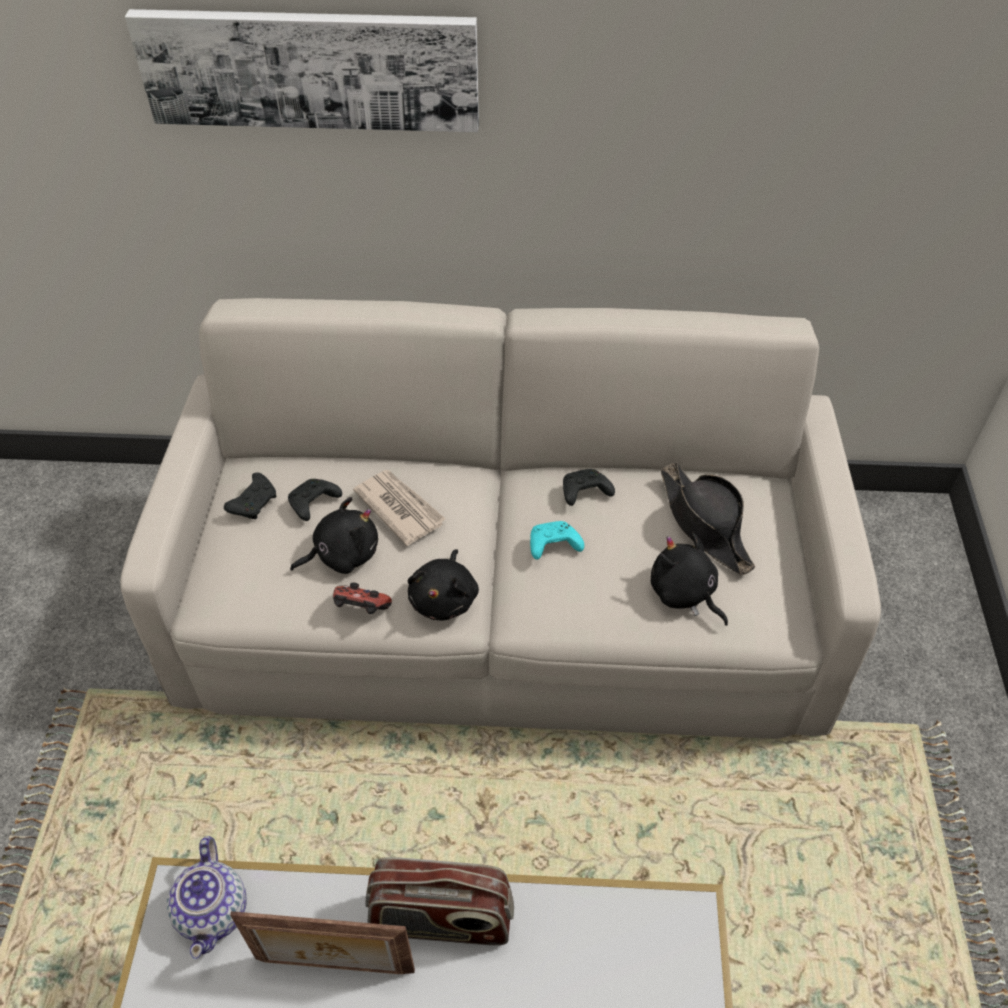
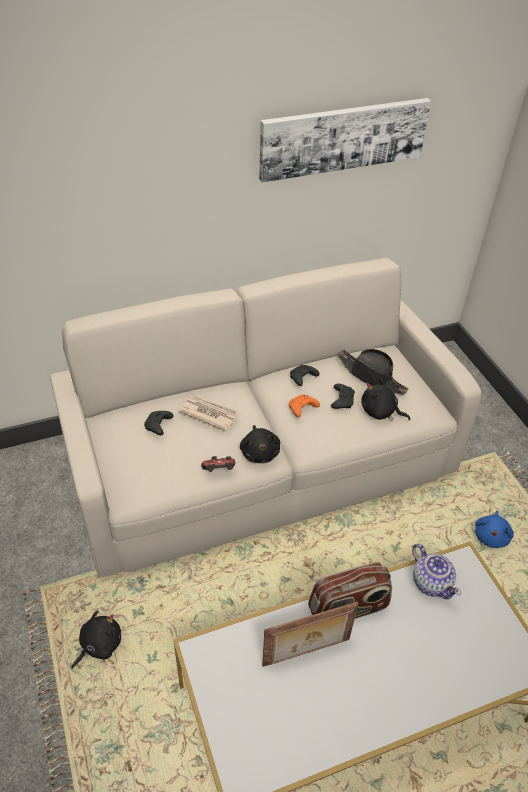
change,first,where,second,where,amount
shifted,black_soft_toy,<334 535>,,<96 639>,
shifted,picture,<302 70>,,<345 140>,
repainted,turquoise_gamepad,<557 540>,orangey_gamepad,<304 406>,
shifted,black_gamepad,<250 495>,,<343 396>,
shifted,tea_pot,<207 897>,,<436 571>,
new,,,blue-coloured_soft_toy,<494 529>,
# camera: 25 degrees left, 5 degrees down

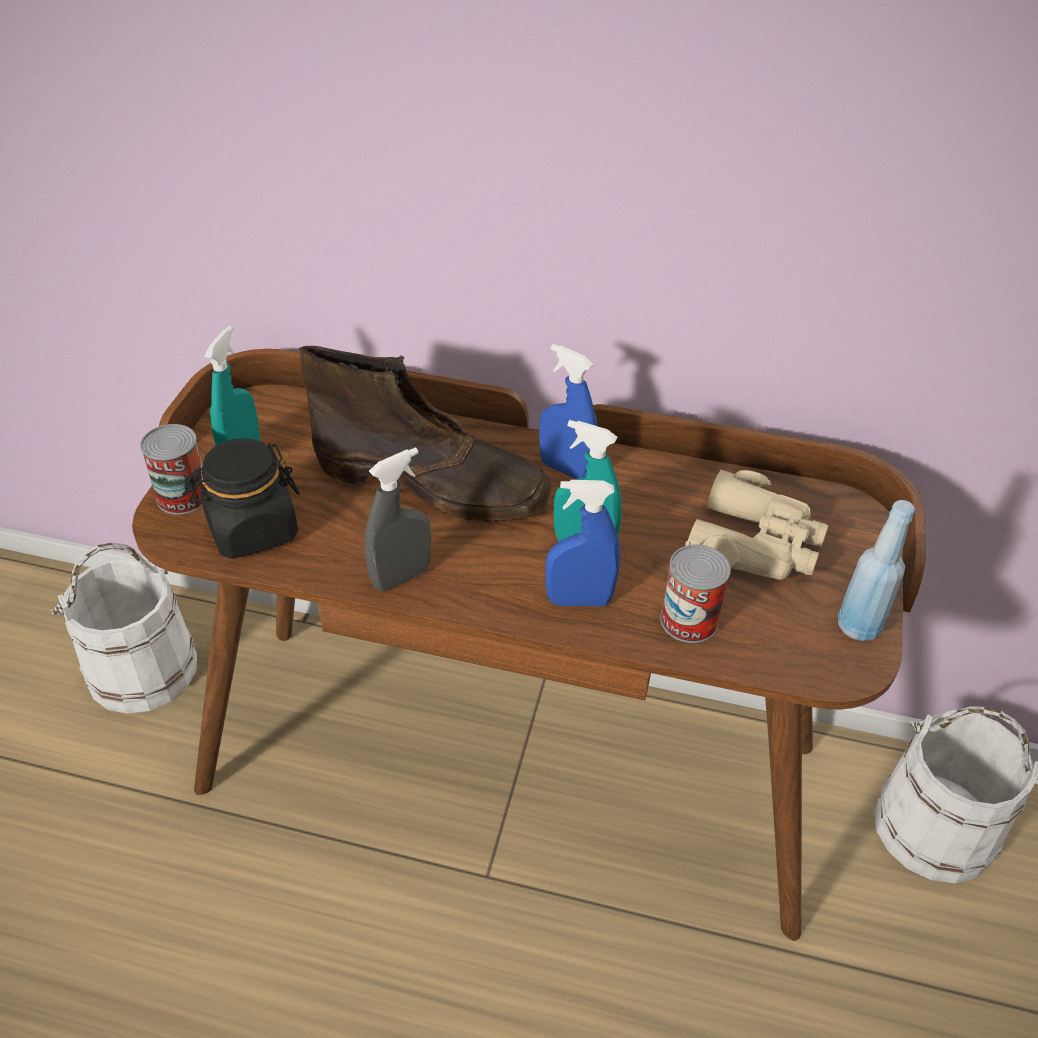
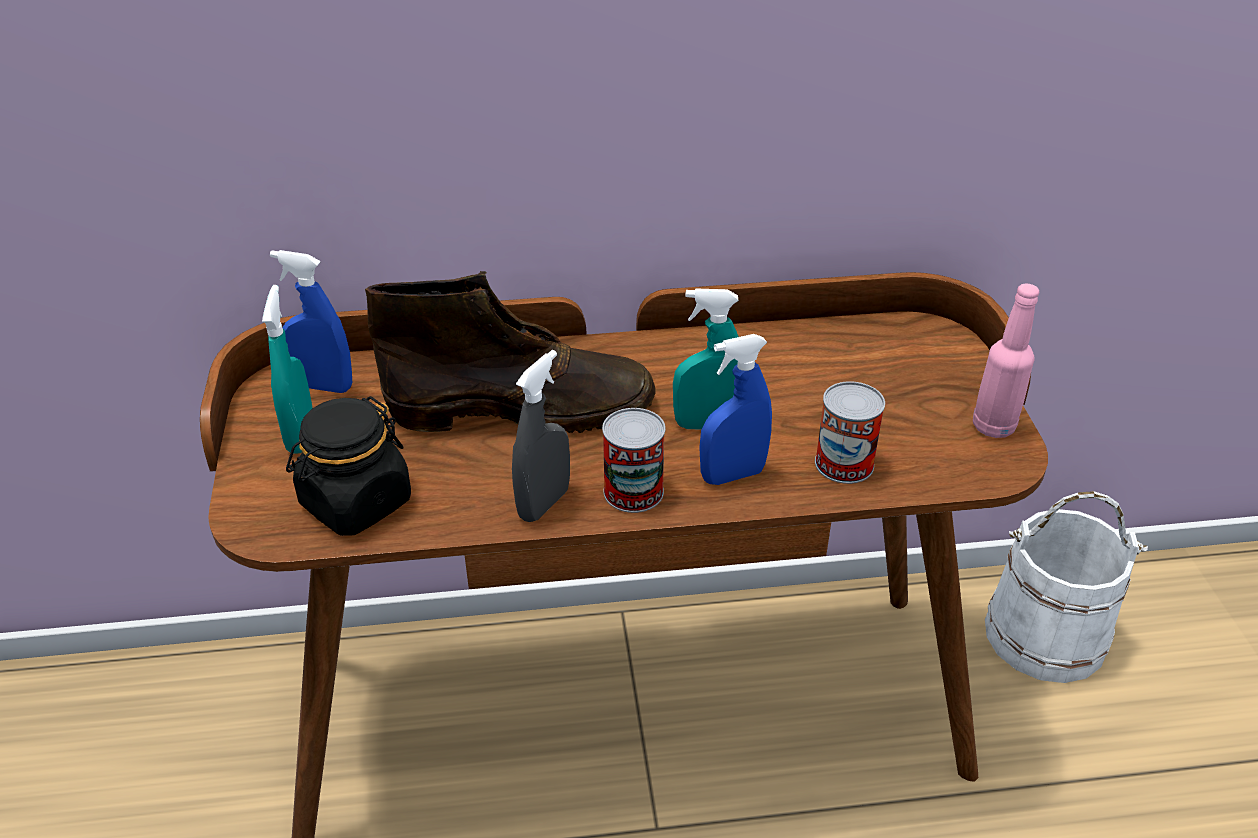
change,first,where,second,where,amount
shifted,blue-coloured_spray_bottle,<568 411>,,<311 321>,
shifted,can,<172 469>,,<633 460>,
repainted,blue-coloured_drink_bottle,<876 570>,pink-coloured_drink_bottle,<1006 360>,
gone,white-coloured_pail,<124 628>,,,
gone,beige_pair_of_binoculars,<756 524>,,,
# camera: 20 degrees left, 5 degrees down

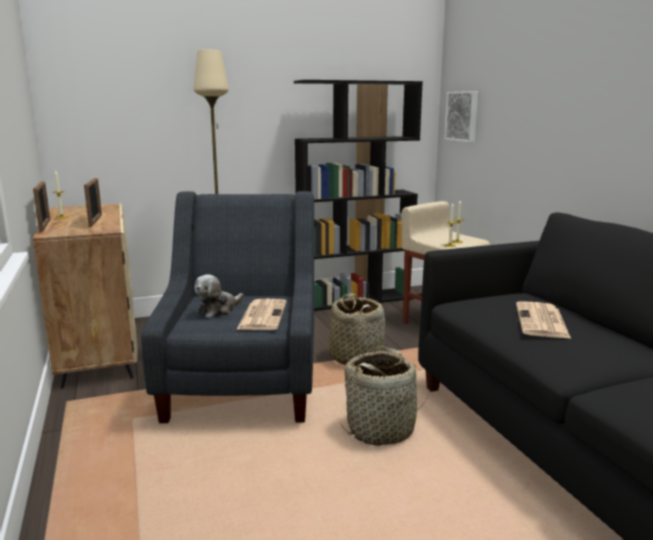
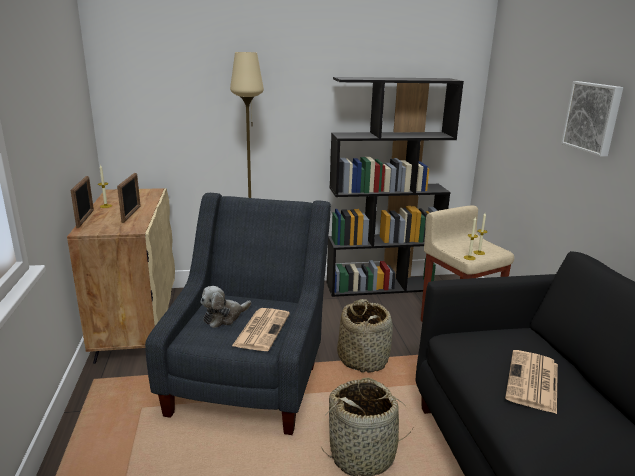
change,first,where,second,where,amount
shifted,picture,<461 116>,,<592 119>,
# camera: 10 degrees right, 5 degrees up

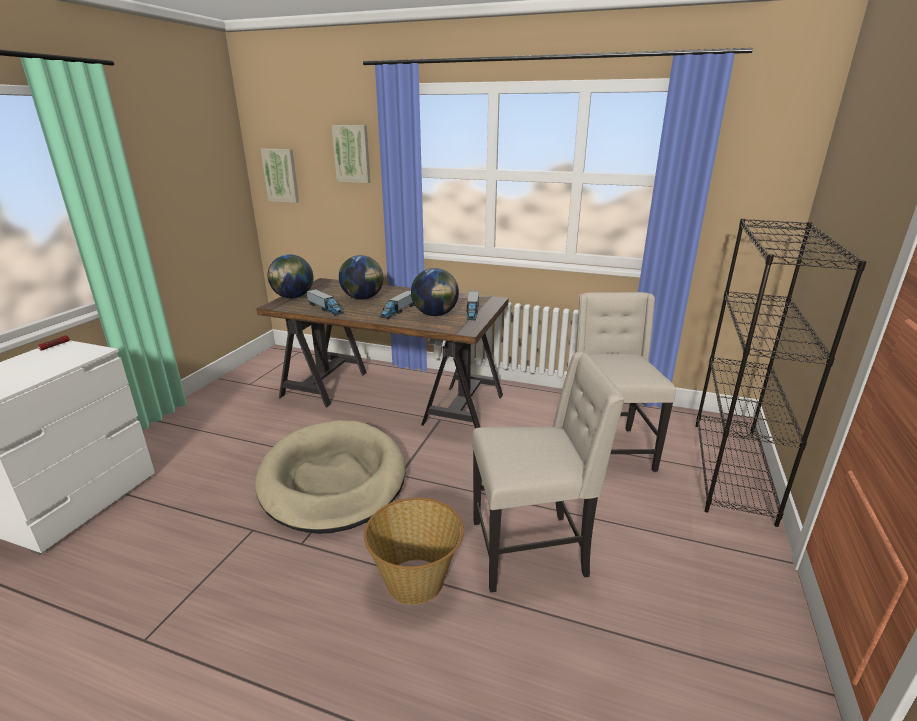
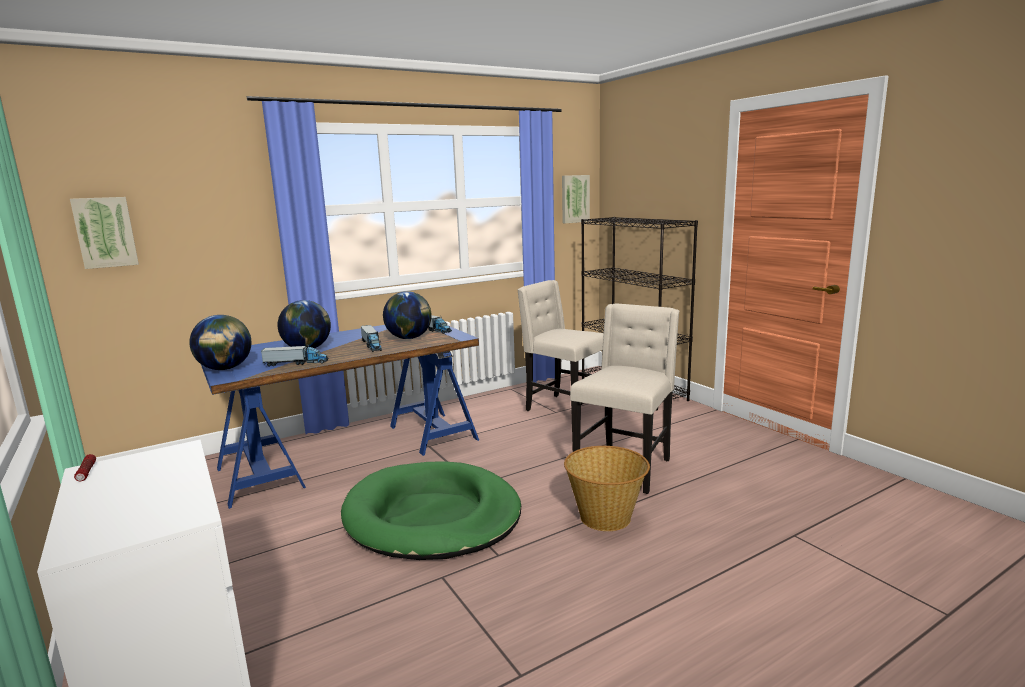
change,first,where,second,where,amount
repainted,brown-coloured_desk_table,<382 353>,blue-coloured_desk_table,<340 417>,
repainted,beige_dog_bed,<330 477>,greenish_dog_bed,<431 510>,
shifted,picture,<350 154>,,<576 199>,
# camera: 50 degrees left, 10 degrees down

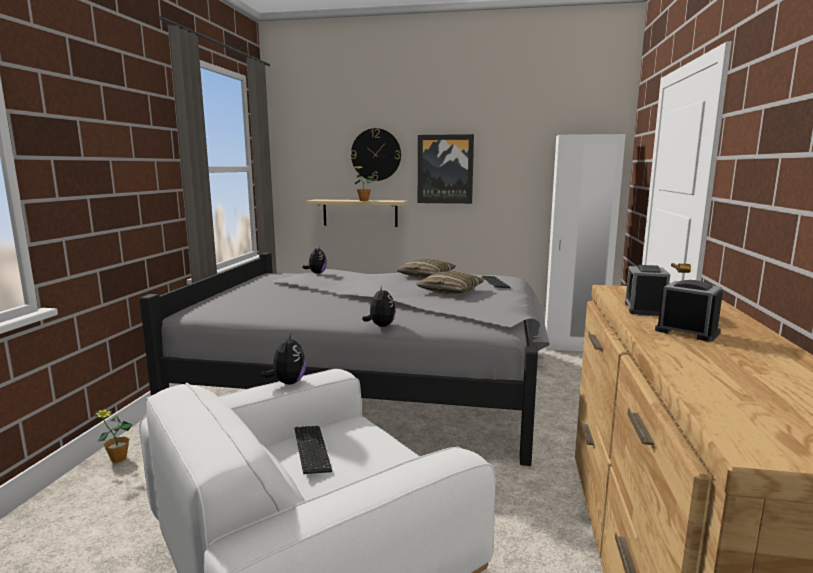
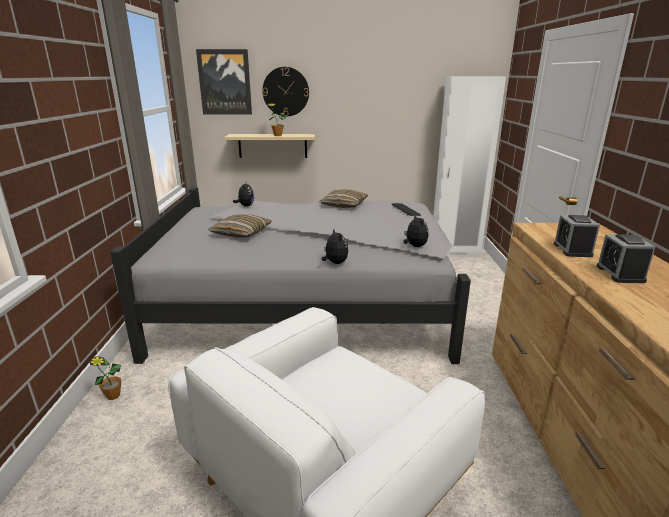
change,first,where,second,where,amount
shifted,picture,<446 169>,,<224 81>,
shifted,cushion,<450 282>,,<240 226>,
shifted,soft_toy,<283 359>,,<416 230>,
rotated,alarm_clock,<689 311>,,<625 258>,120 degrees counterclockwise
gone,PC_keyboard,<313 450>,,,
# camera: 10 degrees left, 10 degrees up

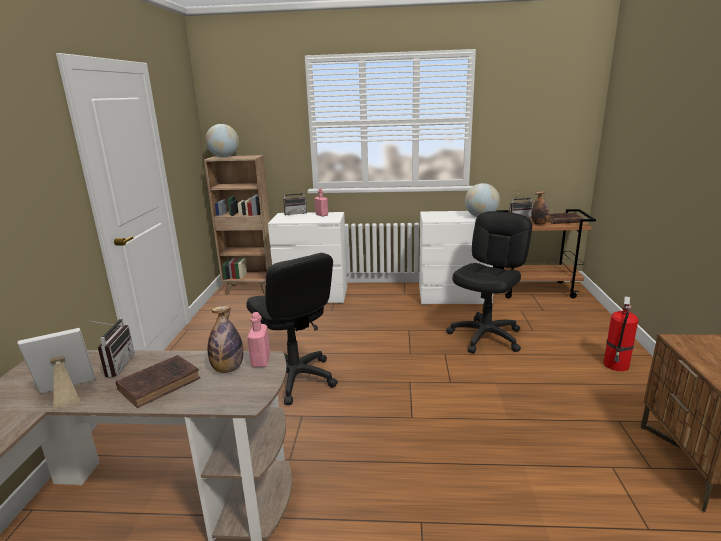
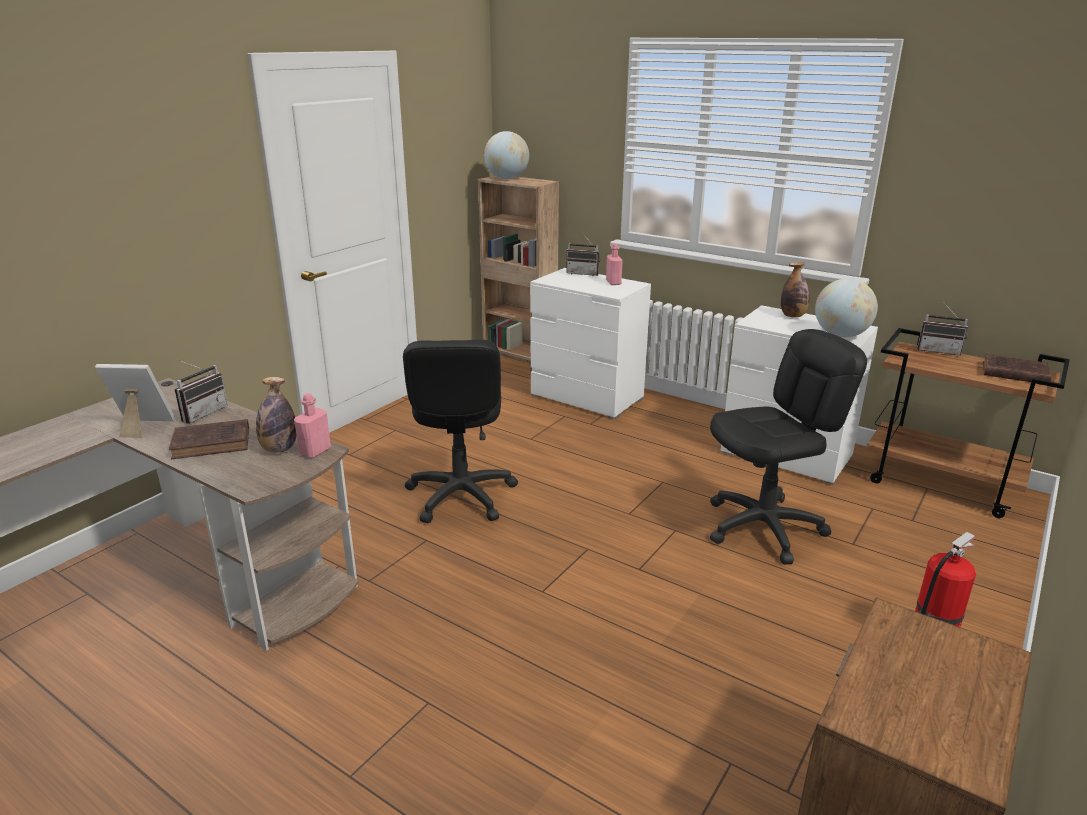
change,first,where,second,where,amount
shifted,drink_bottle,<540 208>,,<795 289>,
# camera: 30 degrees right, 5 degrees up

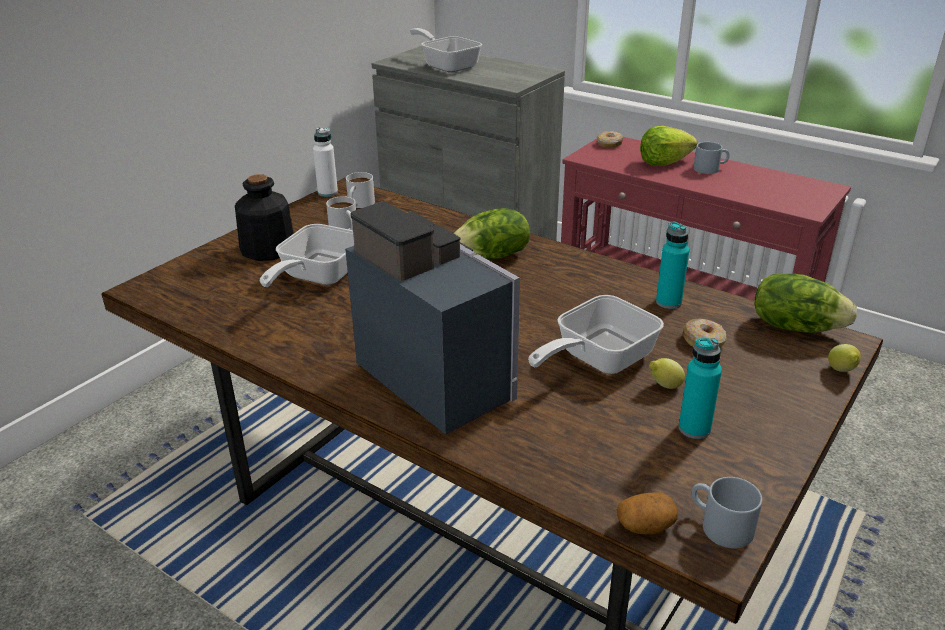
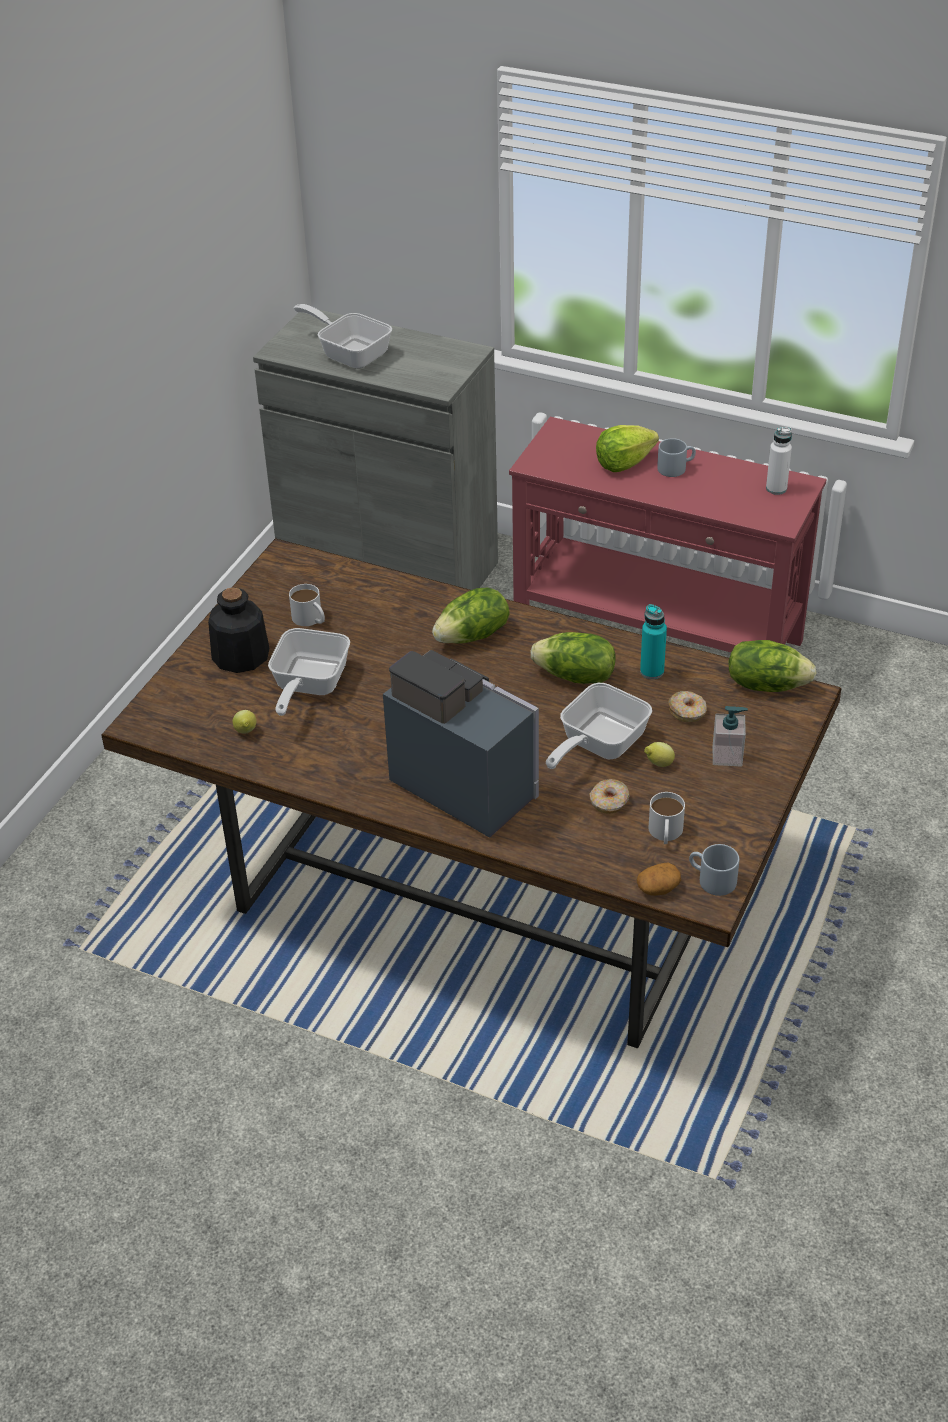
change,first,where,second,where,amount
shifted,lemon,<844 358>,,<245 722>,
new,,,lettuce_head,<573 658>,
shifted,ring_doughnut,<610 139>,,<610 796>,
shifted,white-coloured_coffee_mug,<360 190>,,<666 818>,
new,,,soap_dispenser,<730 736>,
shifted,white-coloured_drink_bottle,<325 162>,,<779 461>,
gone,turquoise_drink_bottle,<700 388>,,,
# camera: 10 degrees left, 10 degrees up

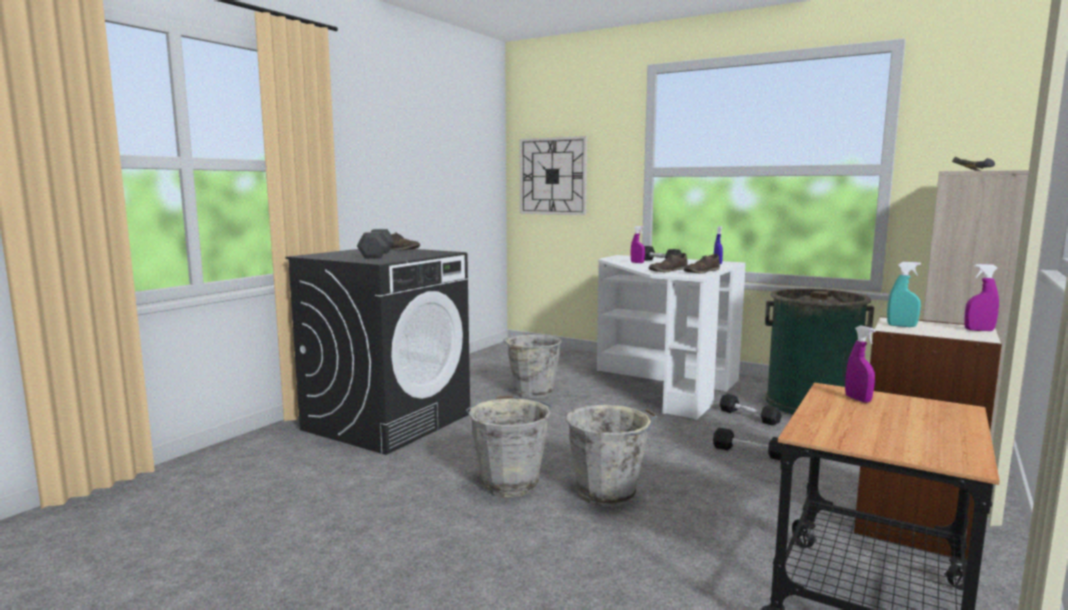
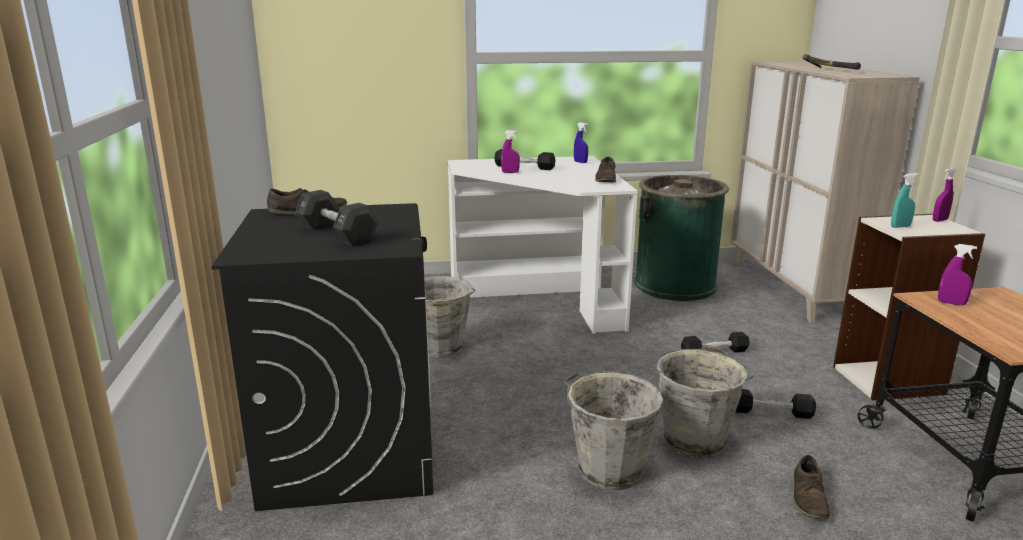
change,first,where,second,where,amount
shifted,black_dumbbell,<751 410>,,<776 404>,
shifted,brown-coloured_low_shoe,<668 262>,,<812 487>,
gone,wall_clock,<553 175>,,,
# camera: 40 degrees left, 10 degrees up

